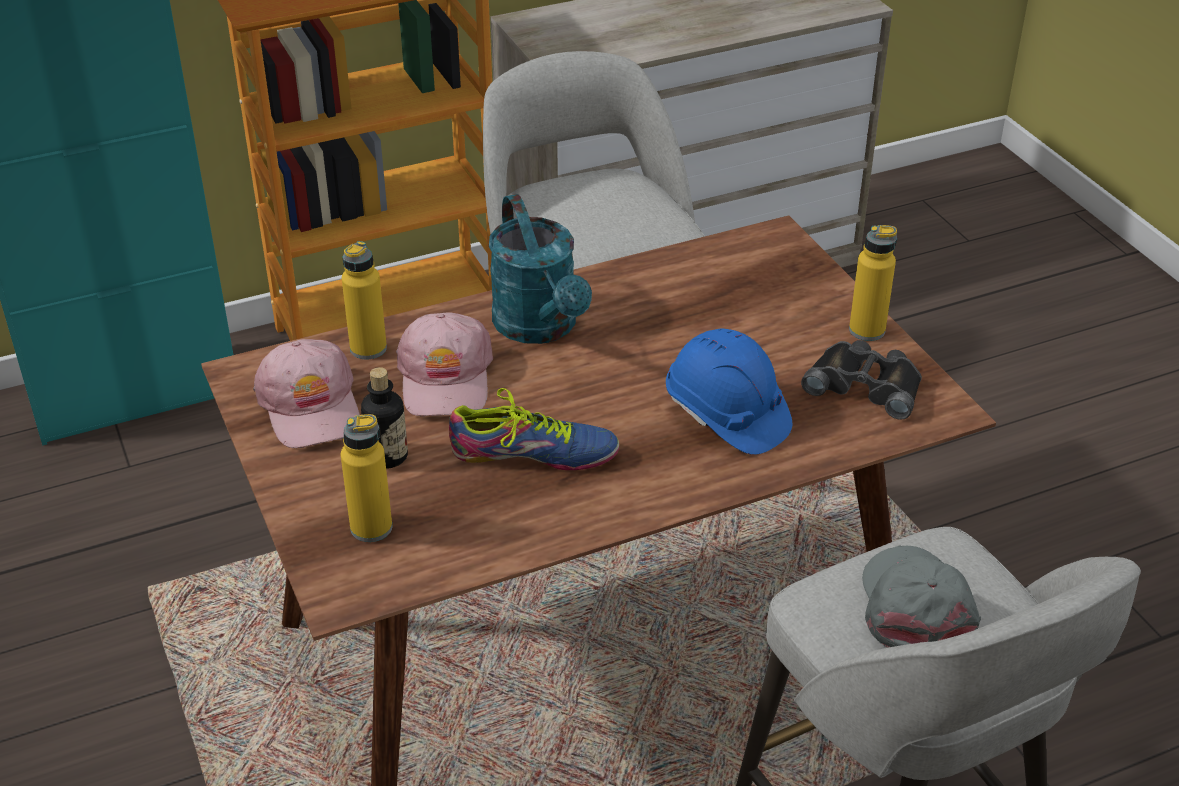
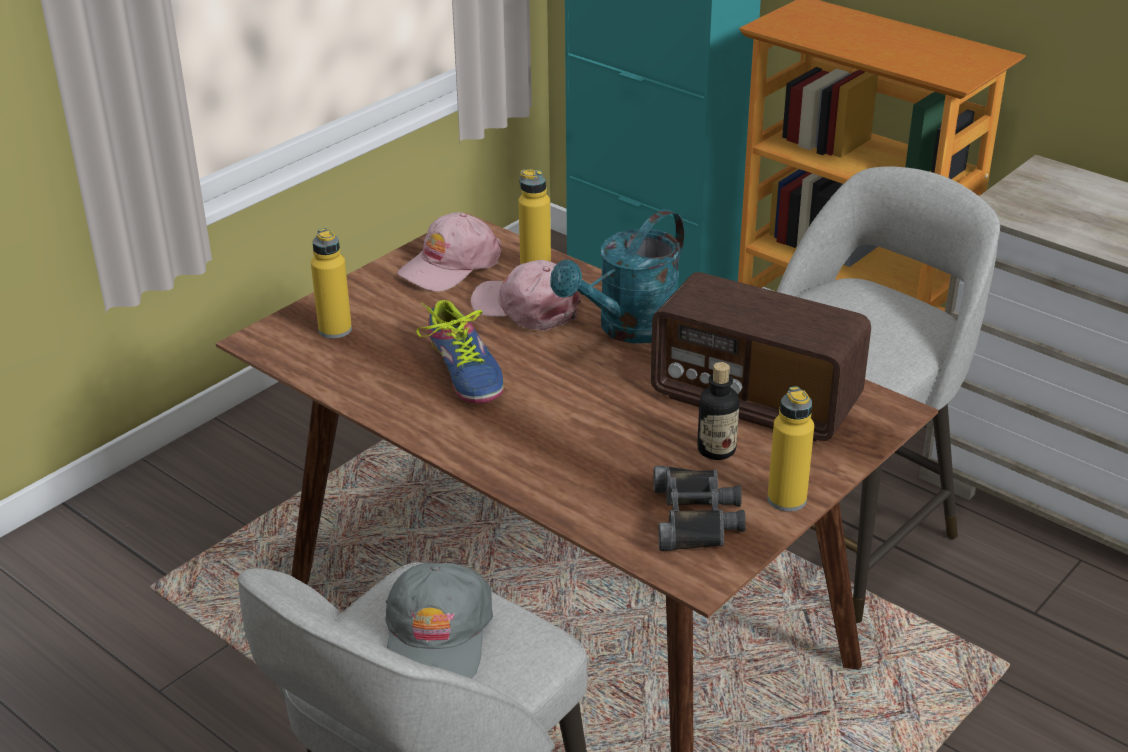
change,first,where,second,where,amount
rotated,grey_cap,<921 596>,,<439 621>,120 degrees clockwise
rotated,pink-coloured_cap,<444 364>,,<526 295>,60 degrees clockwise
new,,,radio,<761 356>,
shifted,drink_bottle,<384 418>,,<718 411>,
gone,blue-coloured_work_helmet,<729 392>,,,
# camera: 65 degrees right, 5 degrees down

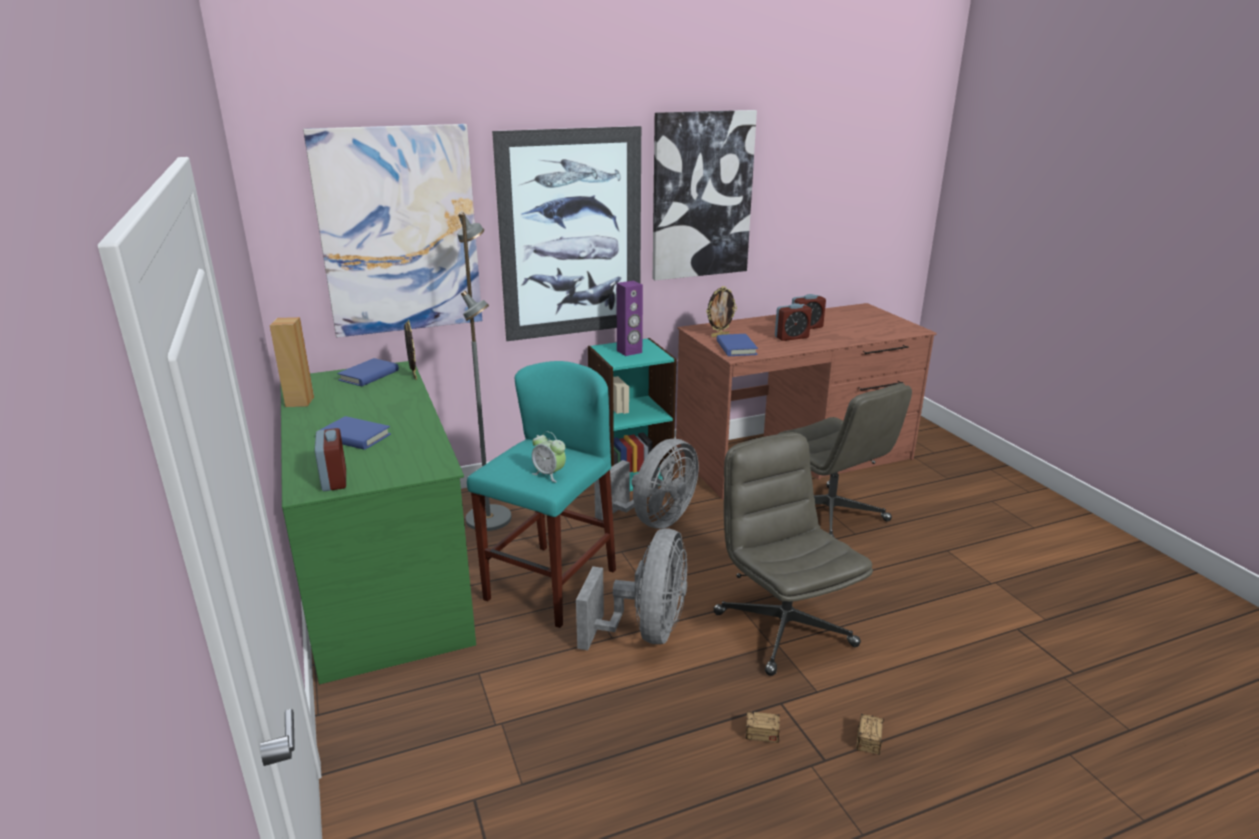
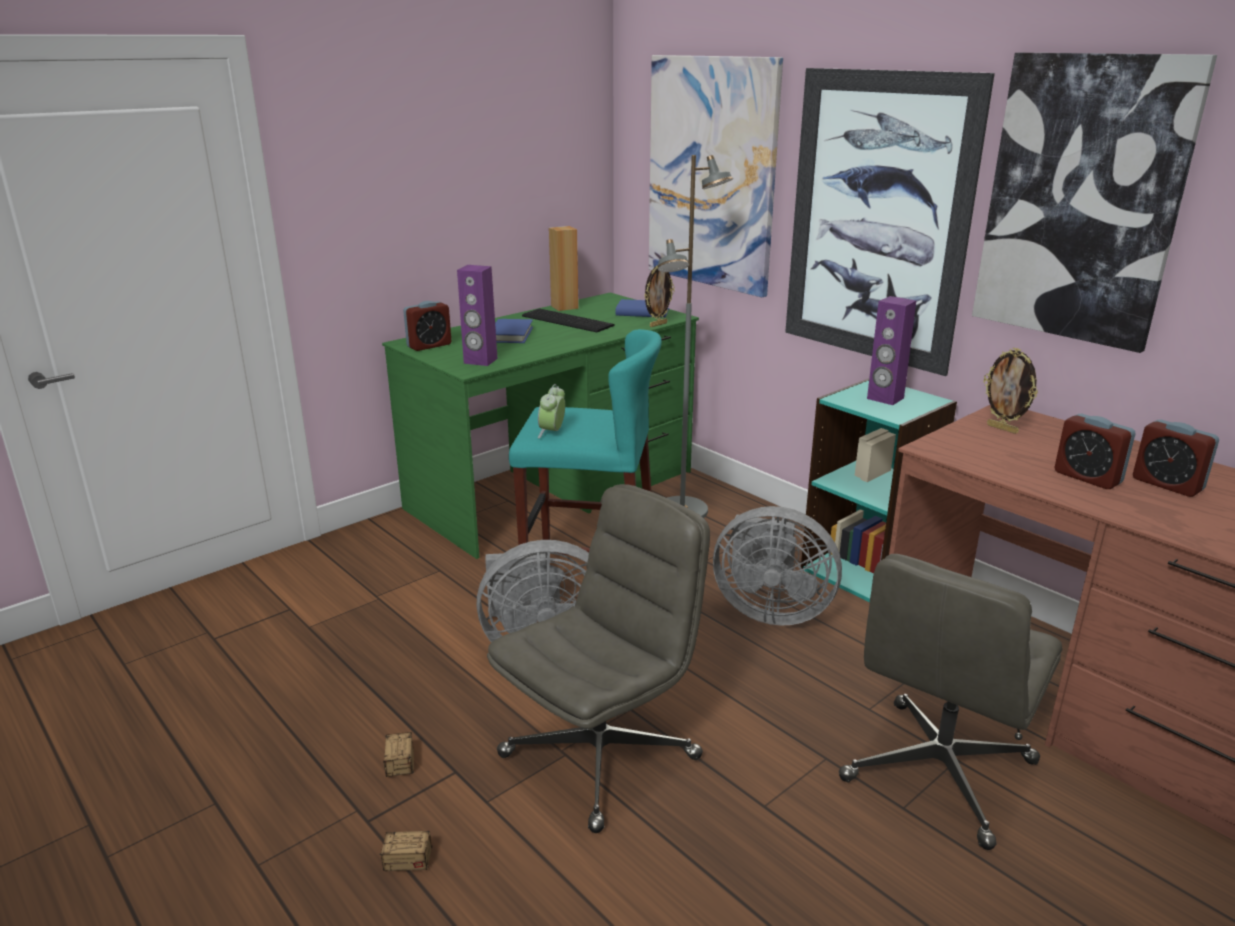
change,first,where,second,where,amount
new,,,purple-coloured_loudspeaker,<477 315>,
new,,,PC_keyboard,<568 320>,
gone,blue-coloured_volume,<737 345>,,,
# camera: 70 degrees right, 0 degrees up

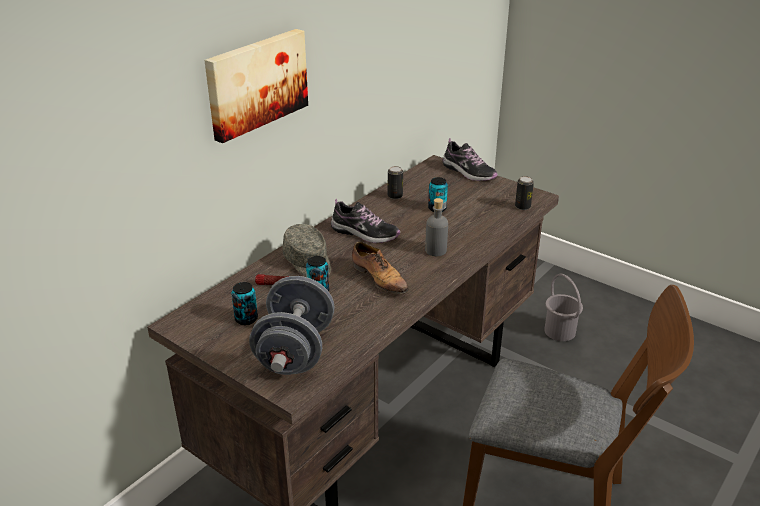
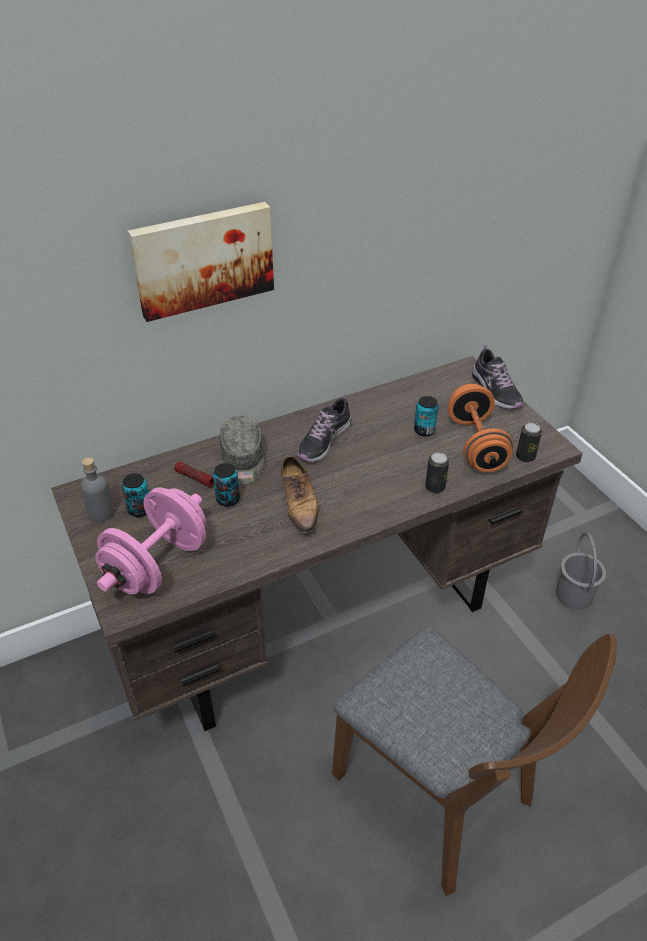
change,first,where,second,where,amount
shifted,grey_drink_bottle,<436 227>,,<97 489>,
repainted,grey_dumbbell,<292 325>,pink-coloured_dumbbell,<150 541>,
rotated,low_shoe,<365 221>,,<324 428>,75 degrees clockwise
shifted,can,<395 182>,,<437 472>,
new,,,orangey_dumbbell,<480 428>,
# camera: 25 degrees right, 10 degrees up

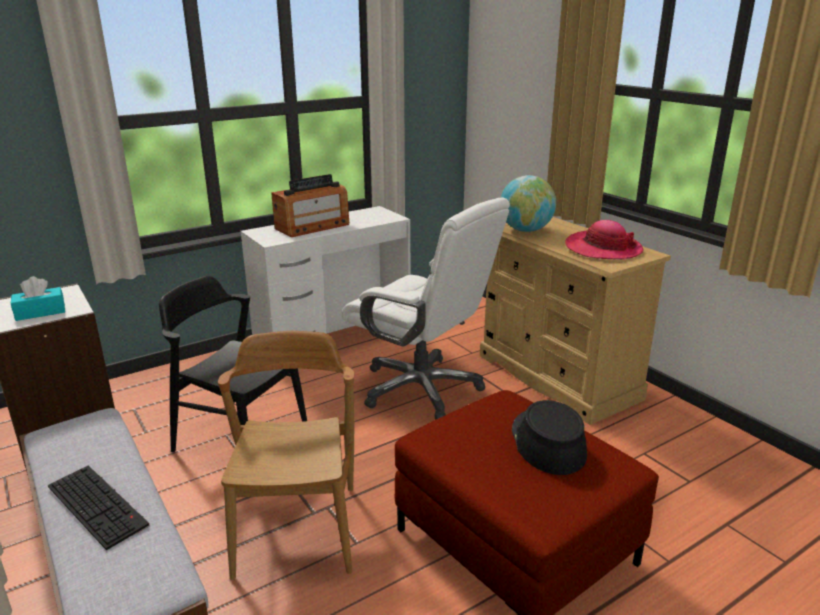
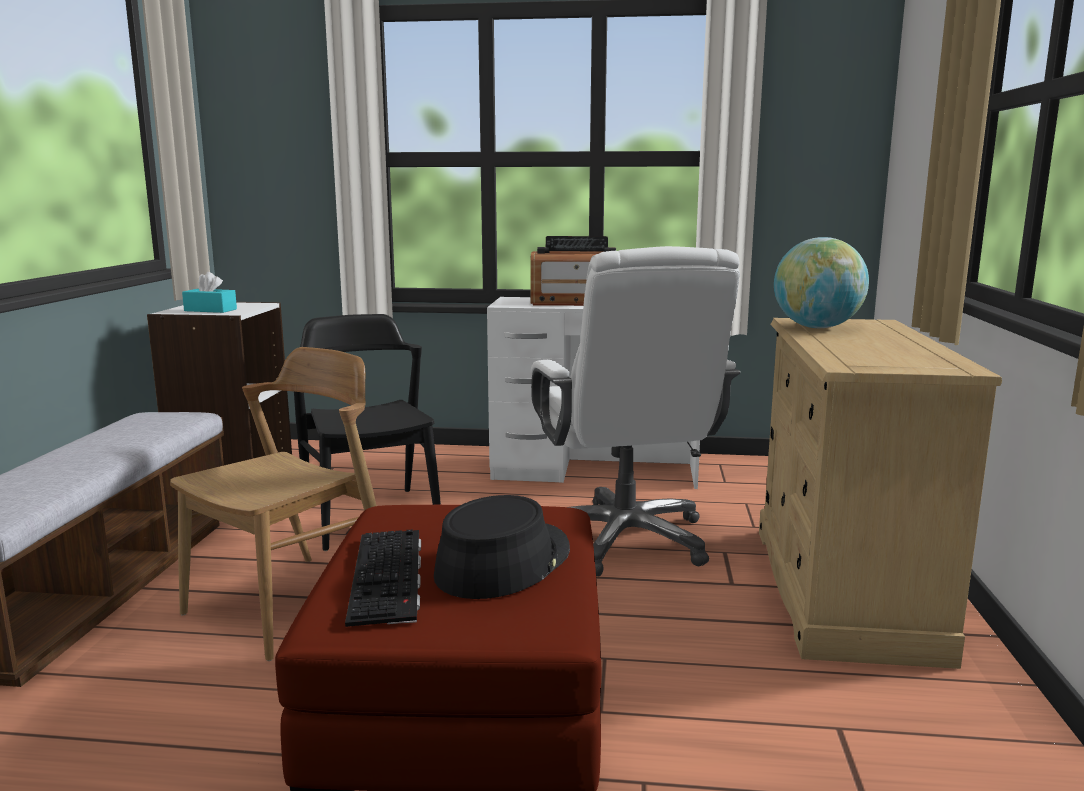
change,first,where,second,where,amount
shifted,PC_keyboard,<98 507>,,<383 578>,
gone,wearable_hat,<604 240>,,,
# camera: 40 degrees right, 10 degrees down

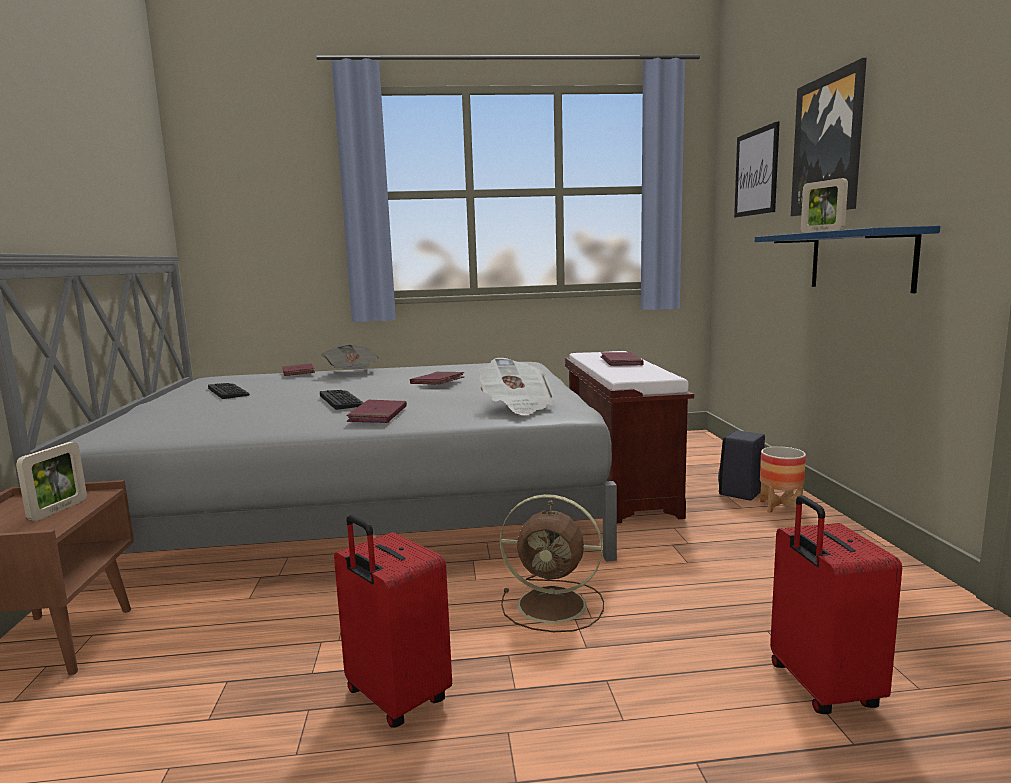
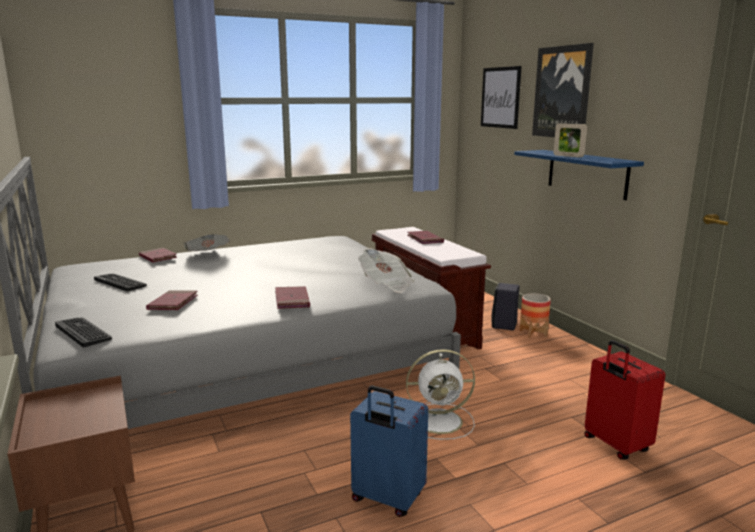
change,first,where,second,where,amount
shifted,PC_keyboard,<342 400>,,<83 332>,
shifted,red_volume,<437 378>,,<172 300>,
repainted,red_suitcase,<393 621>,blue-coloured_suitcase,<389 451>,
repainted,brown-coloured_fan,<552 563>,white-coloured_fan,<440 394>,
gone,picture_frame,<51 481>,,,
# camera: 20 degrees left, 5 degrees up

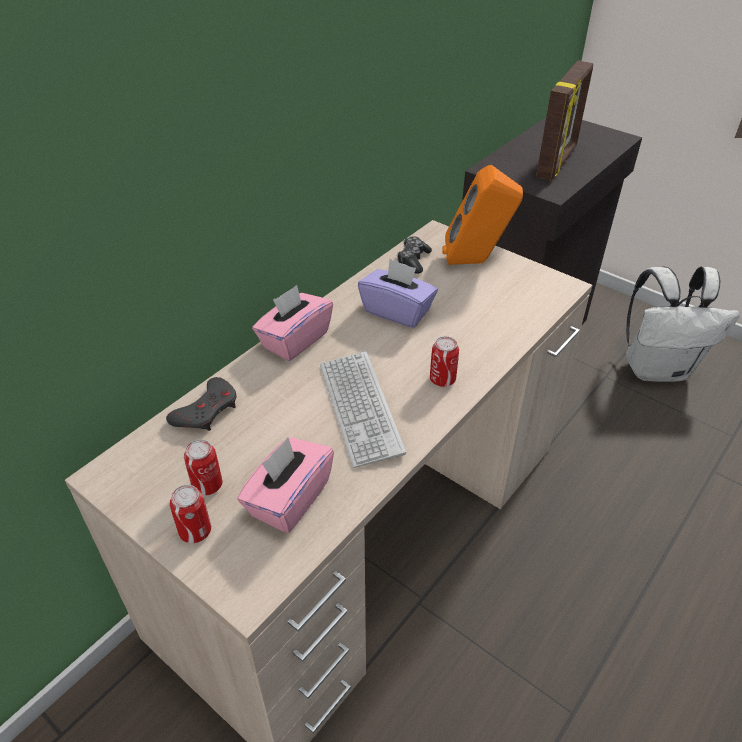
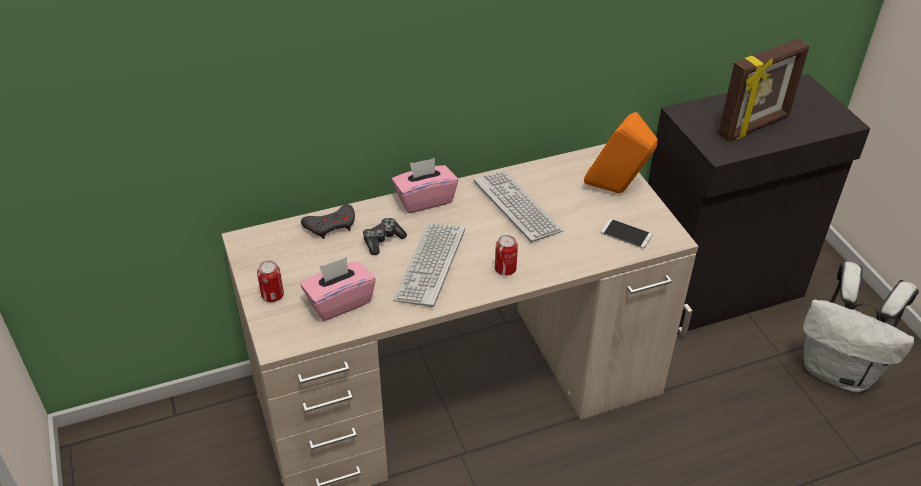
change,first,where,second,where,amount
shifted,gamepad,<414 255>,,<385 236>,
swapped,purple-coloured_box_of_tissues,<398 293>,PC_keyboard,<519 206>,
new,,,handset,<626 233>,
gone,can,<203 467>,,,
# camera: 30 degrees right, 0 degrees up

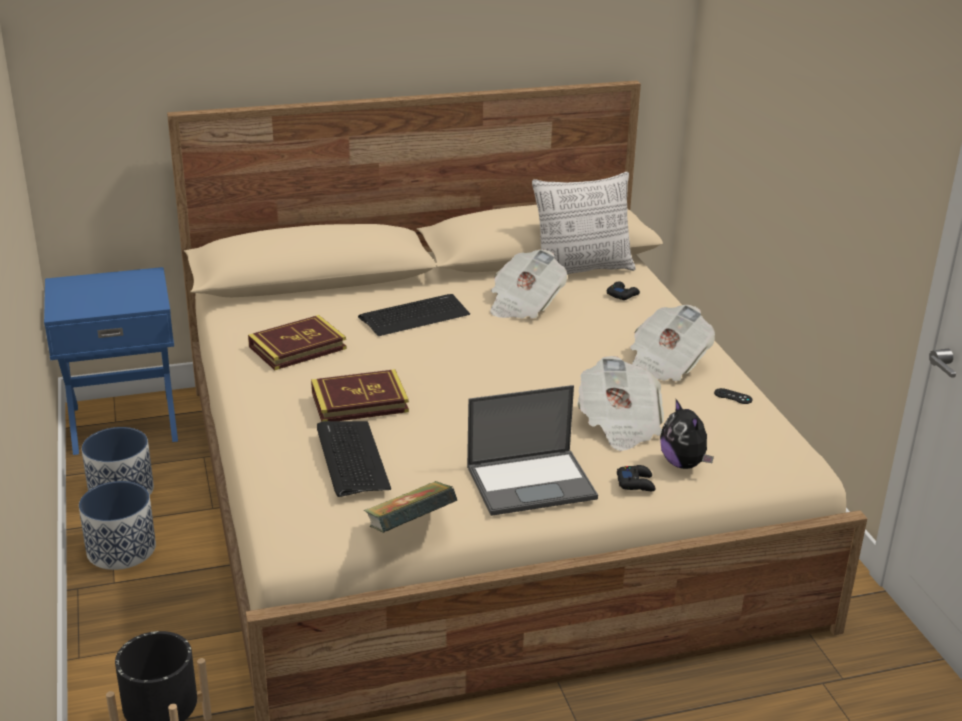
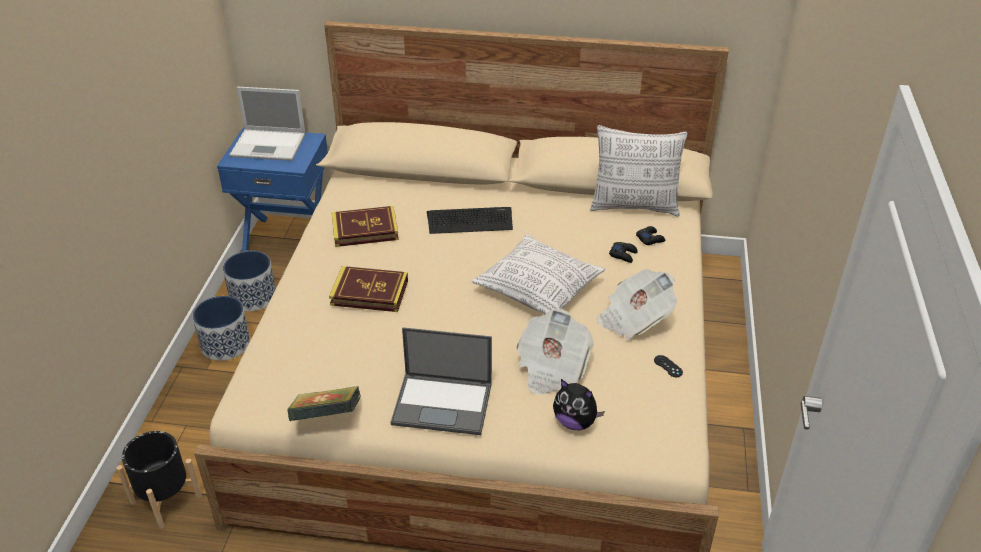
change,first,where,second,where,amount
new,,,notebook_computer,<267 124>,
new,,,cushion,<538 274>,
rotated,soft_toy,<687 434>,,<579 404>,60 degrees counterclockwise
shifted,black_gamepad,<636 478>,,<623 252>,
gone,PC_keyboard,<354 459>,,,
gone,newspaper,<528 284>,,,
# camera: 25 degrees right, 10 degrees up

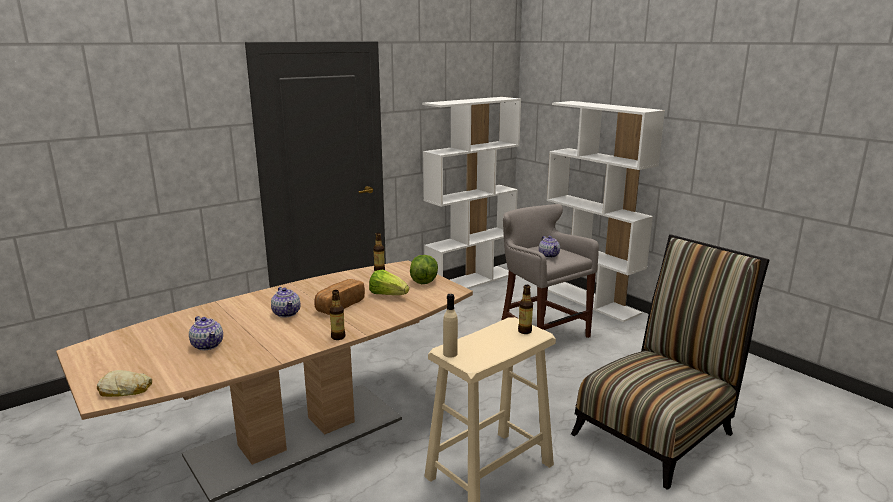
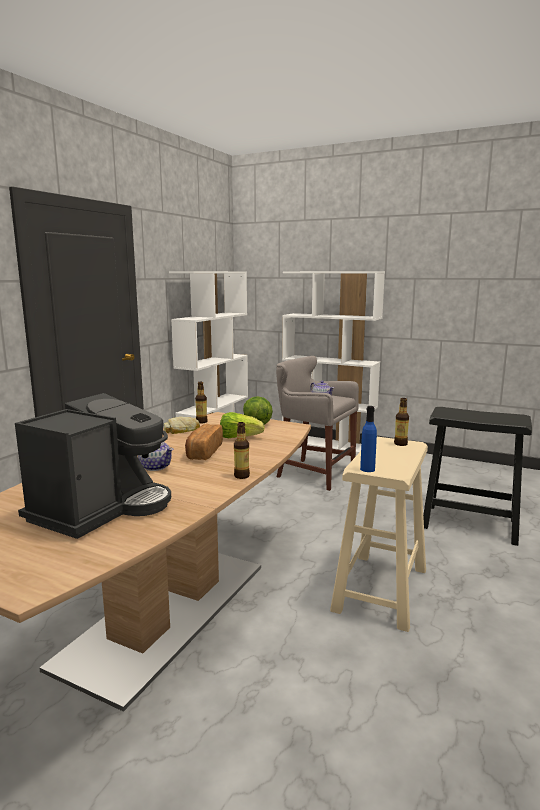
change,first,where,second,where,amount
swapped,tea_pot,<206 333>,coffee_maker,<93 466>,
shifted,bakery_bread,<124 383>,,<181 425>,
repainted,beige_drink_bottle,<450 326>,blue-coloured_drink_bottle,<368 439>,
swapped,plain_chair,<670 362>,black_stool_seat,<477 476>,
# camera: 25 degrees left, 5 degrees down

